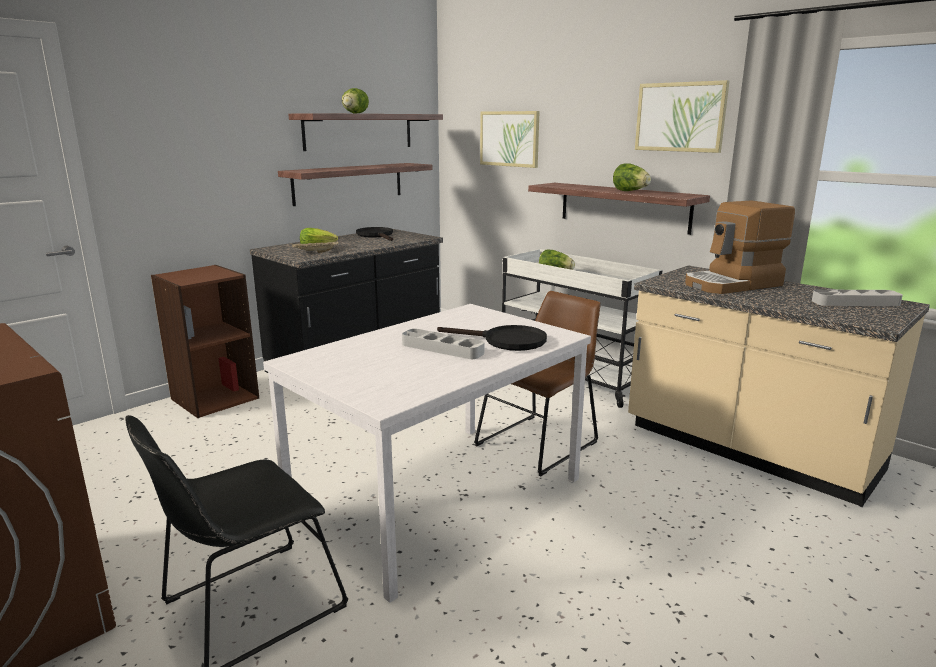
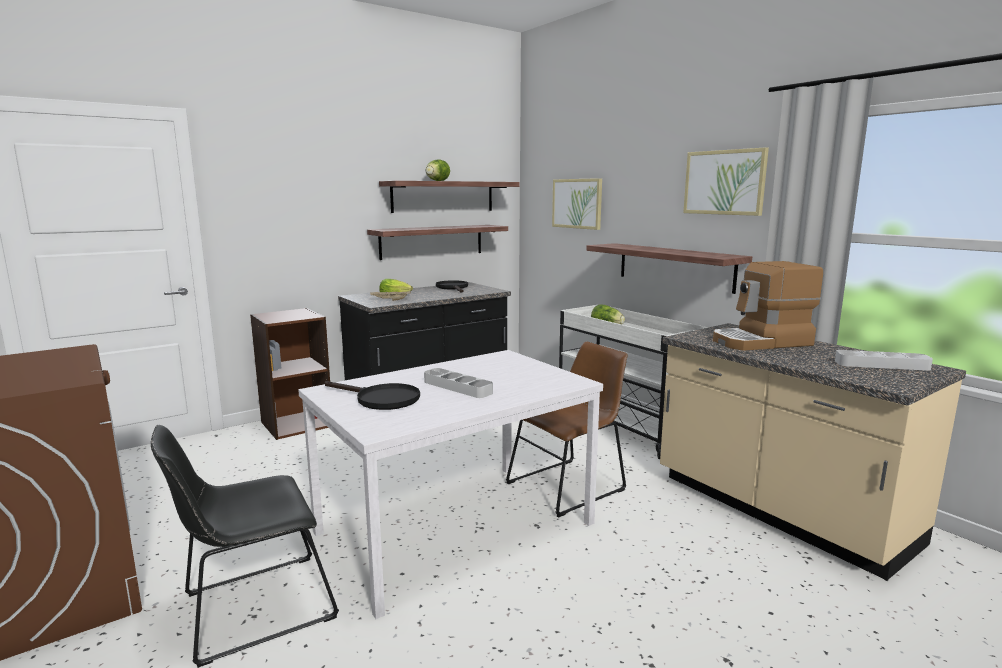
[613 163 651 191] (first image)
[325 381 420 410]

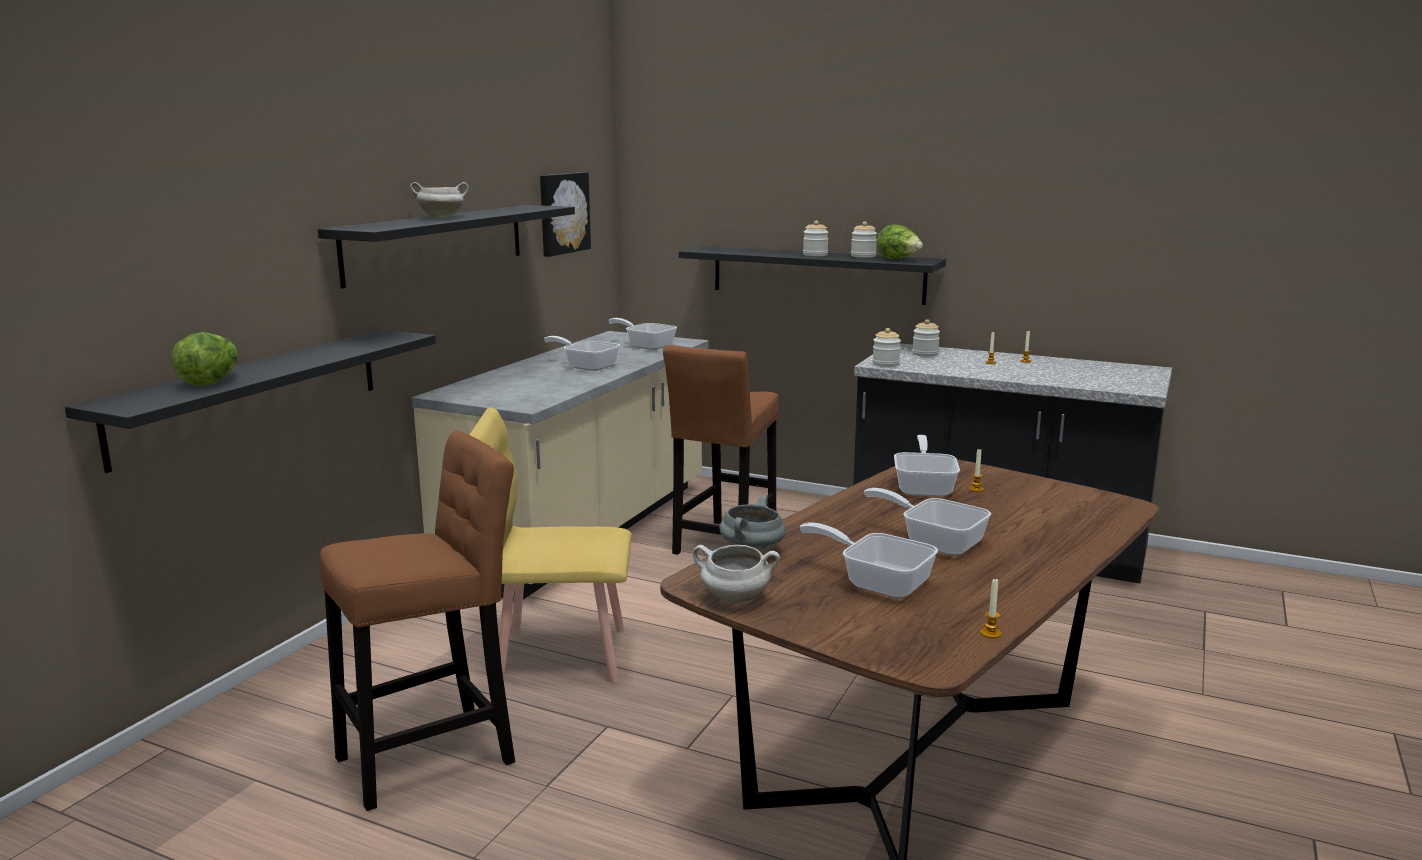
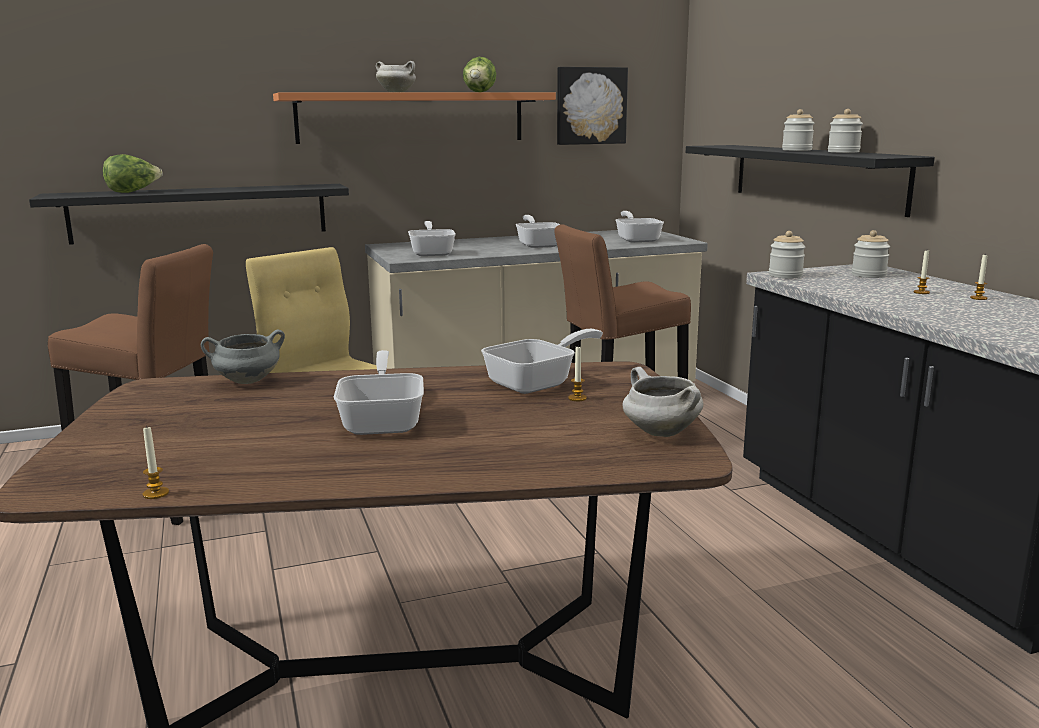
[273 92 556 144]
[463 57 496 92]
[408 221 456 256]
[622 367 703 437]

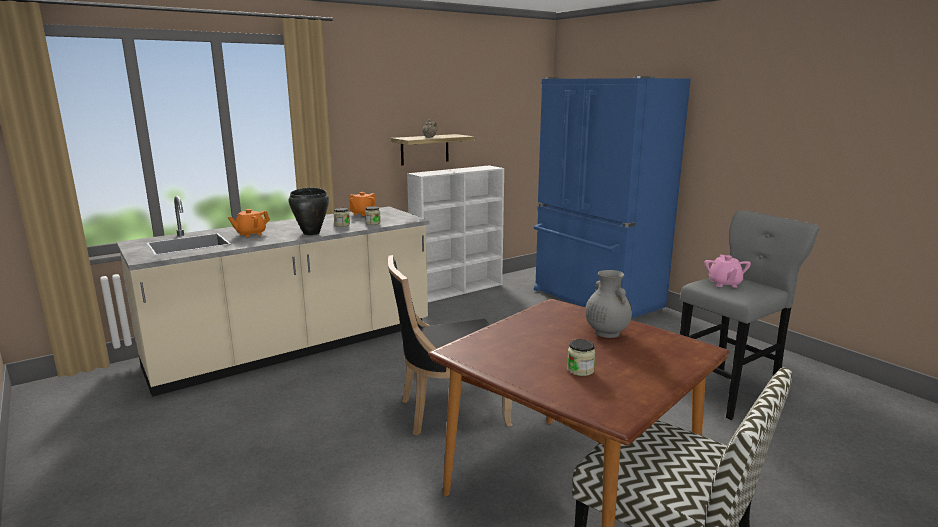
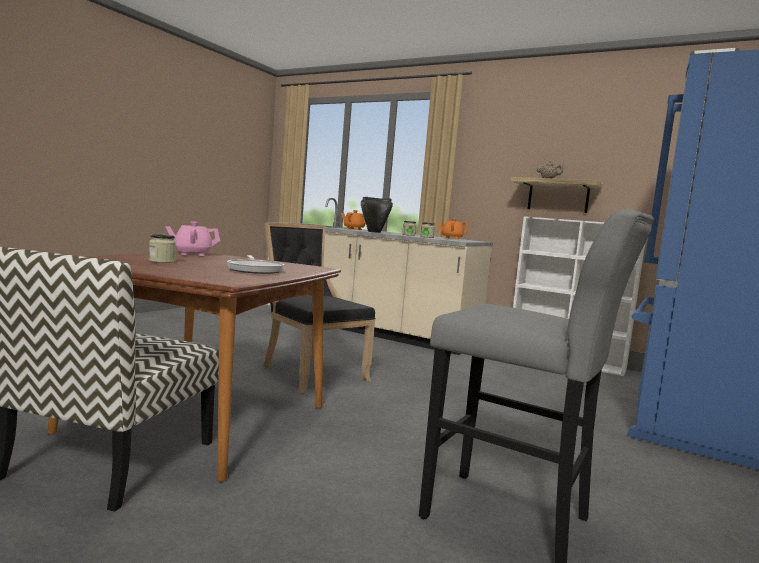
[166 221 220 256]
[227 255 284 274]

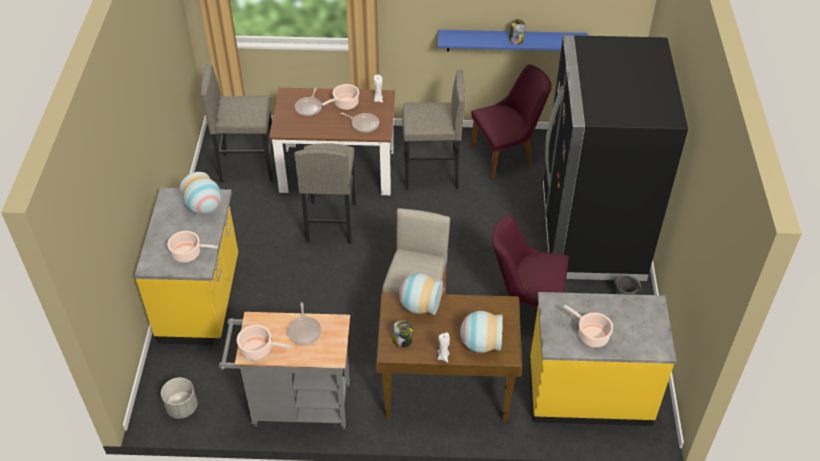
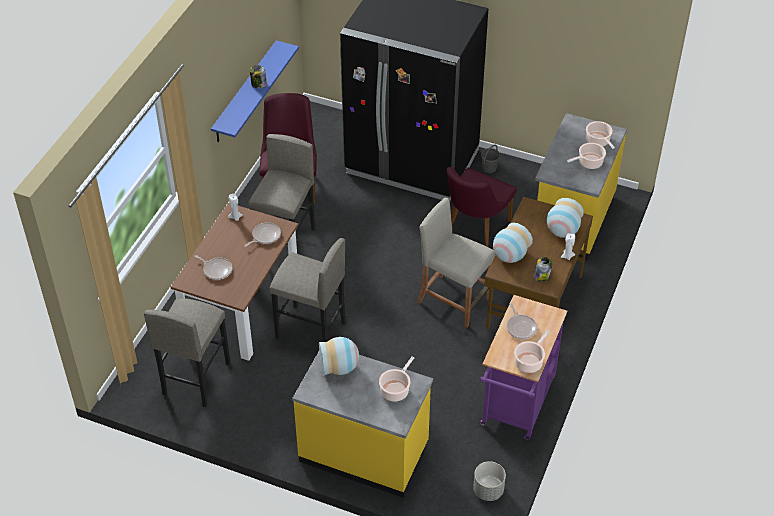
[586 121 615 149]
[506 303 537 339]
[480 295 567 440]

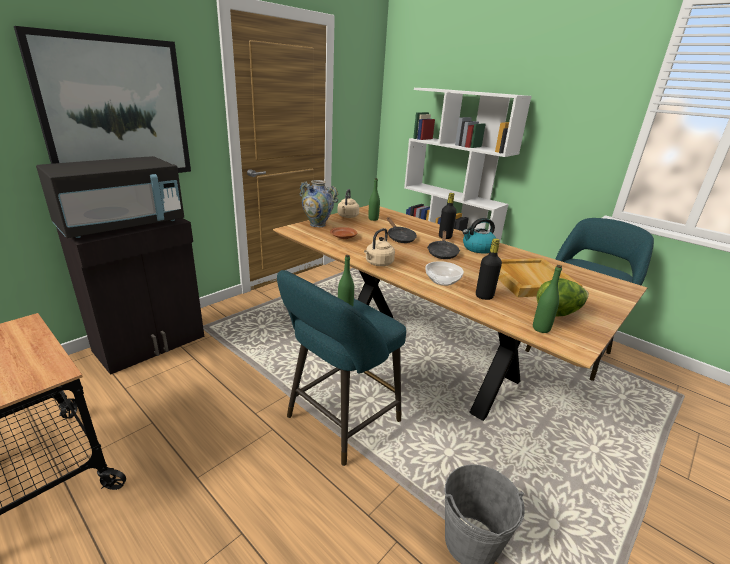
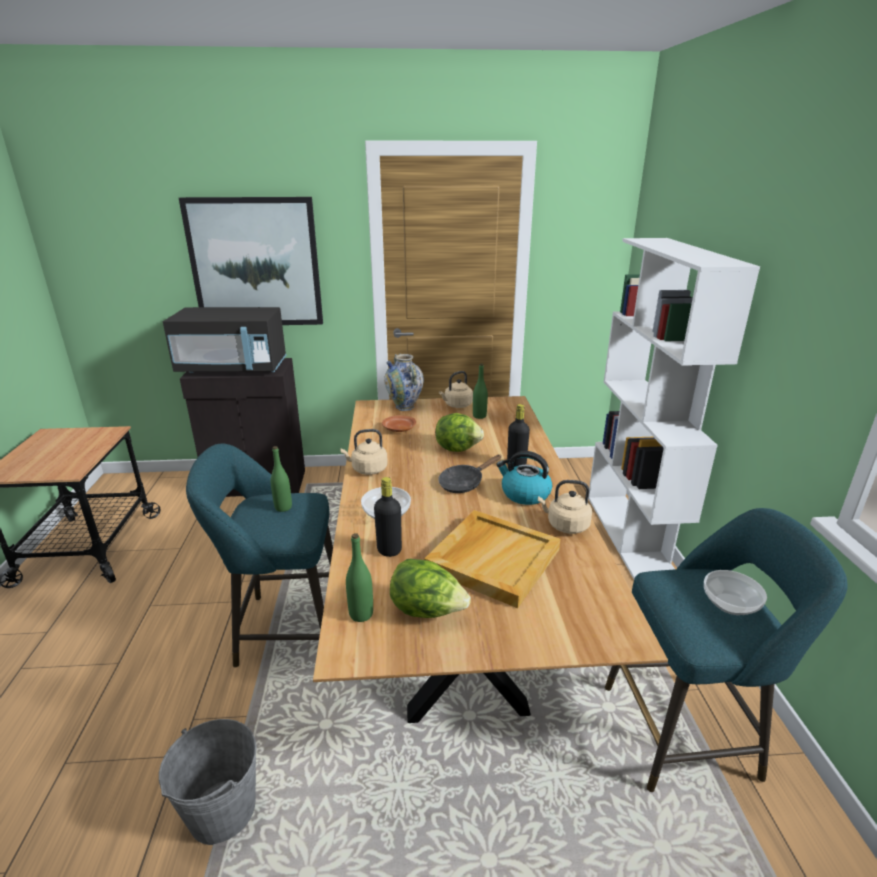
[435 413 484 452]
[538 480 592 534]
[704 570 767 615]

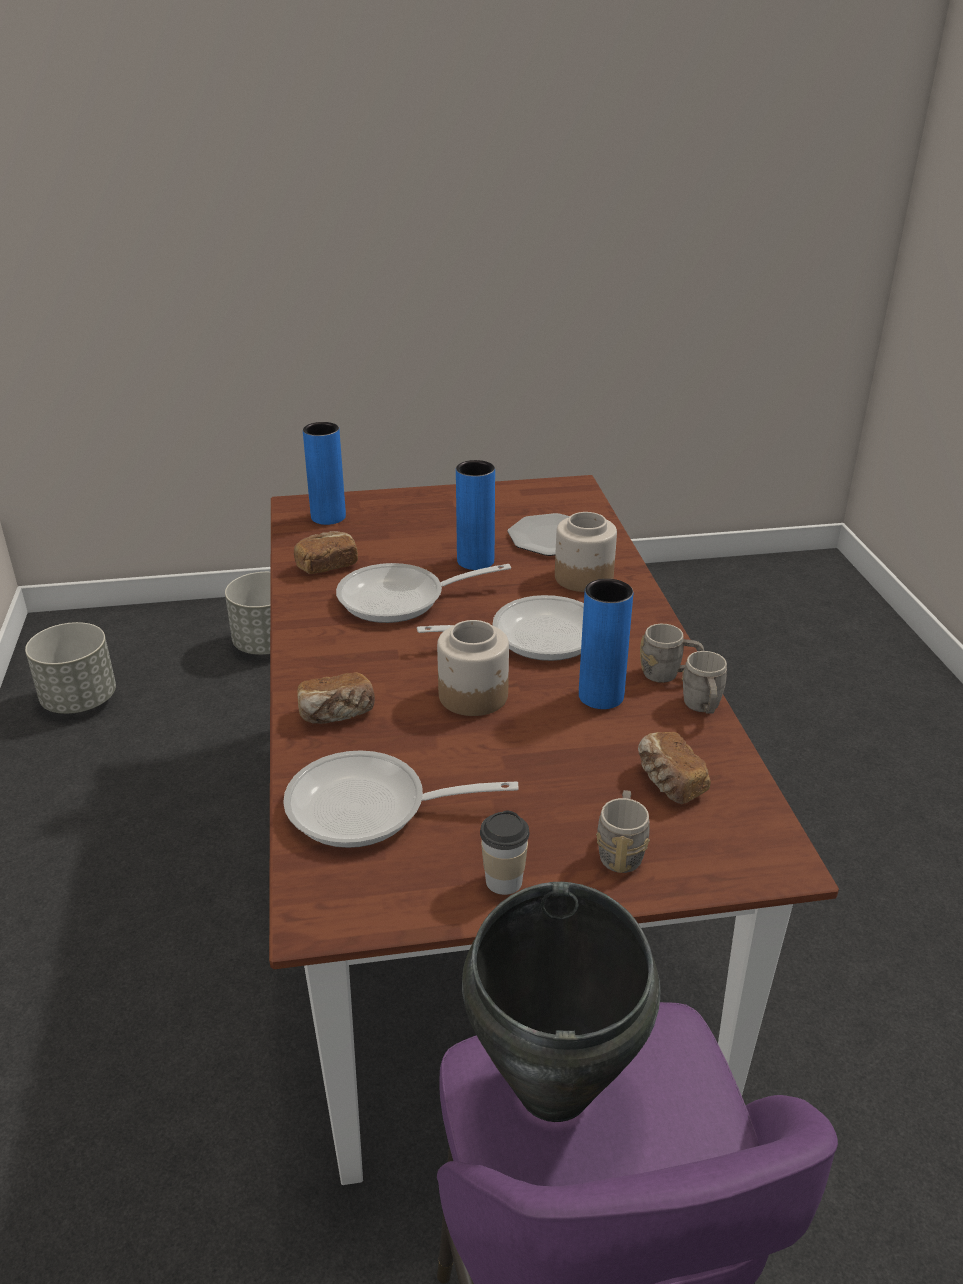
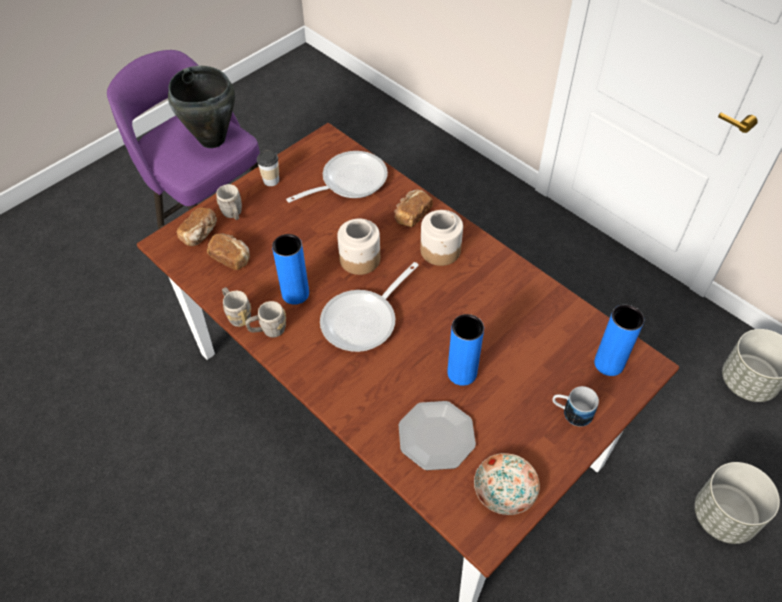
[420 210 463 266]
[177 208 217 246]
[336 563 511 623] (first image)
[552 386 599 427]
[474 453 540 515]

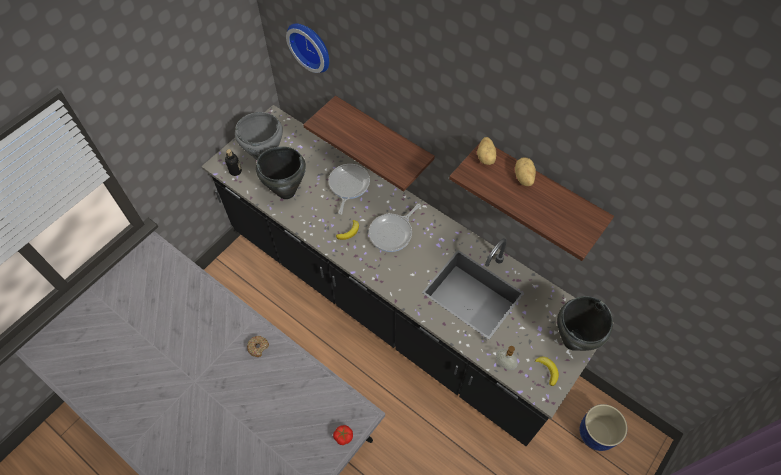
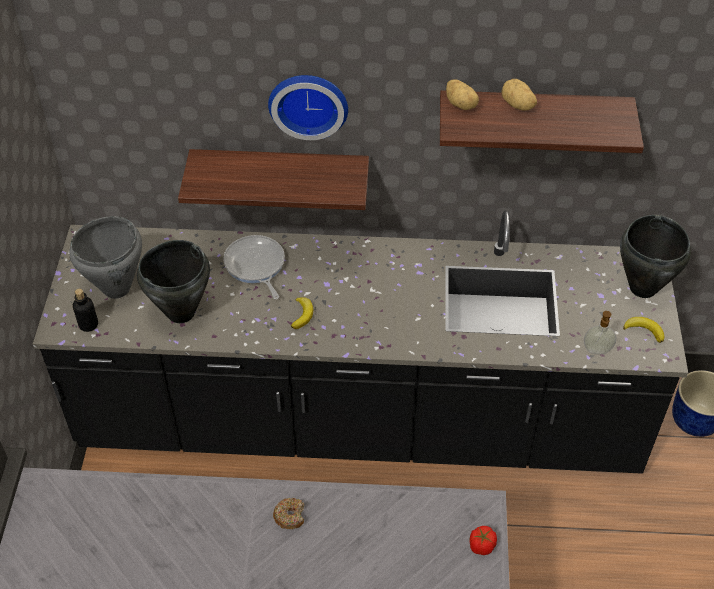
[268 75 348 140]
[369 204 421 252] (first image)

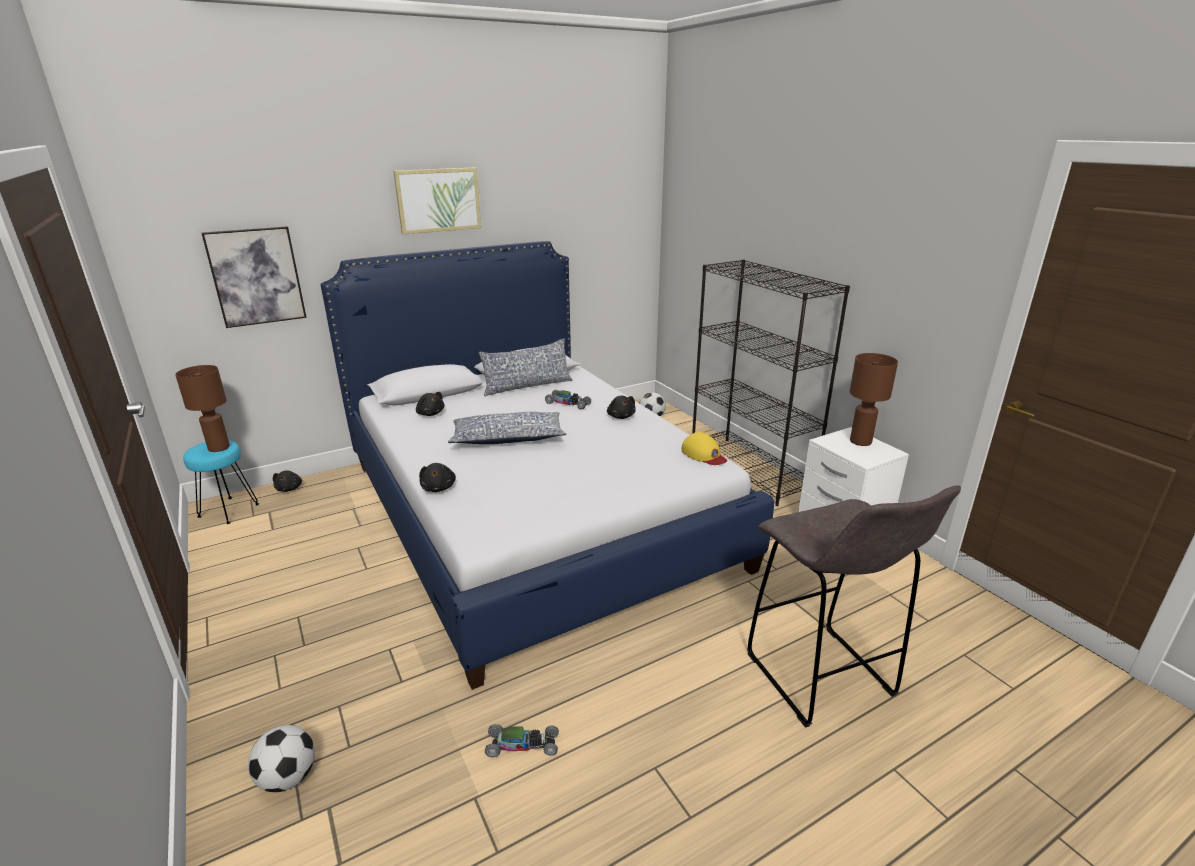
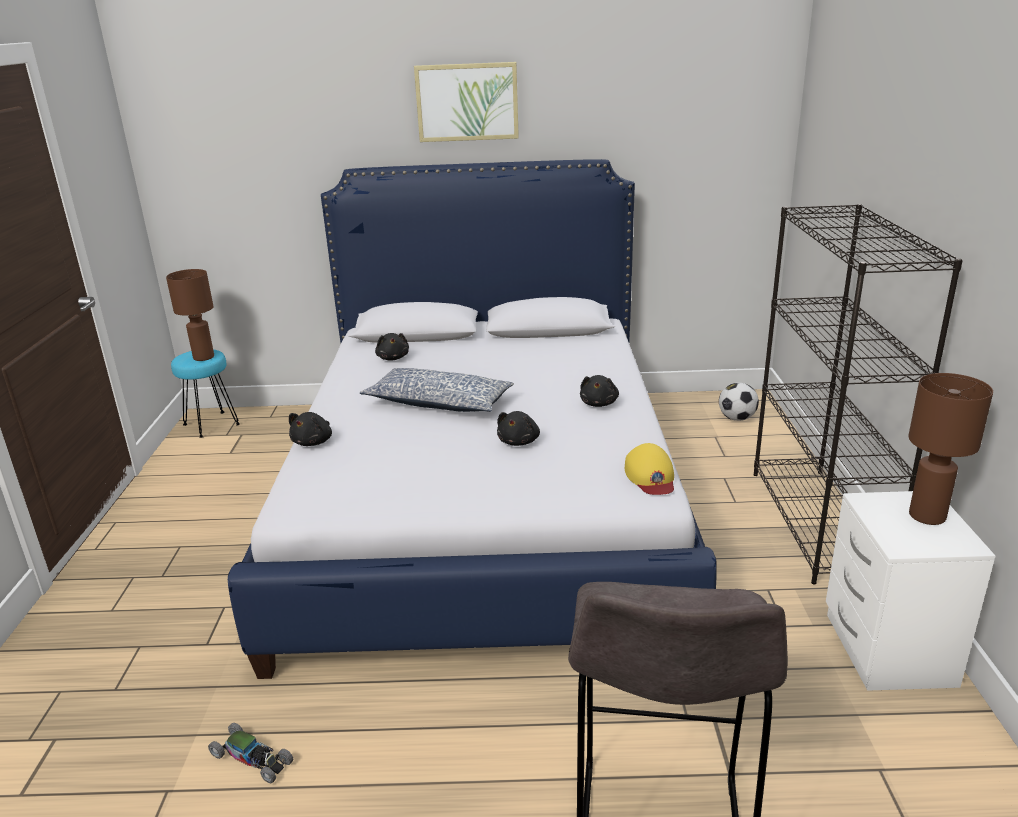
[202 226 307 328] (first image)
[479 338 572 396] (first image)
[545 390 591 410] (first image)
[497 411 540 446]
[248 725 315 792] (first image)

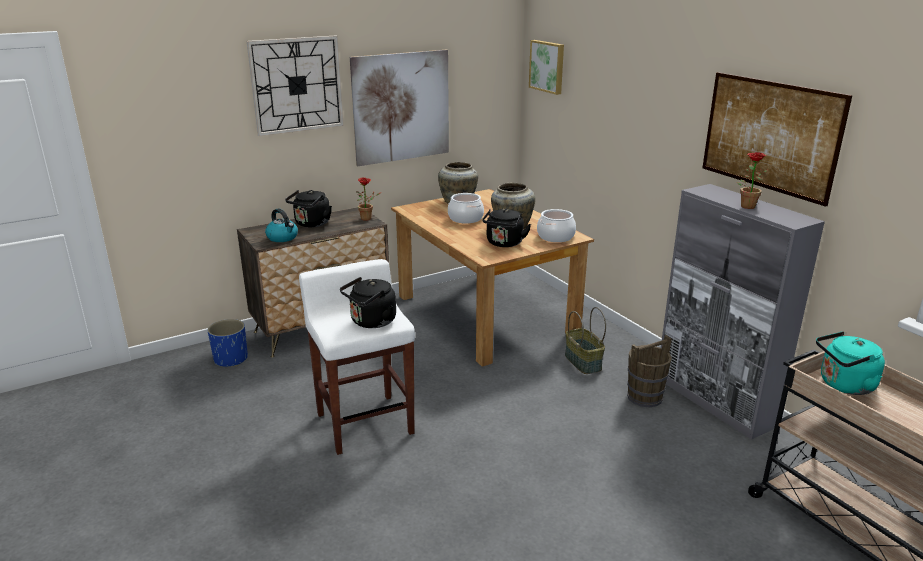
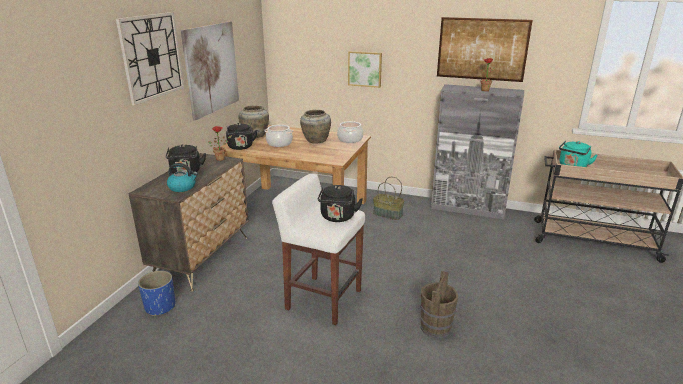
[348 51 382 88]
[226 123 257 150]
[421 271 458 338]

